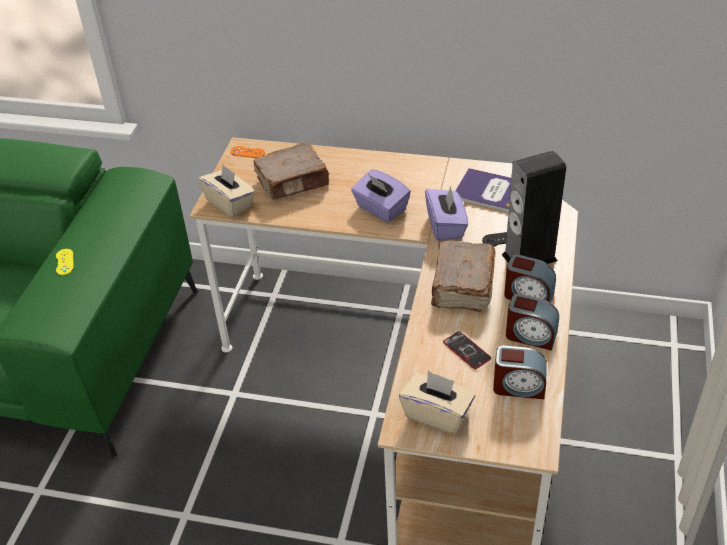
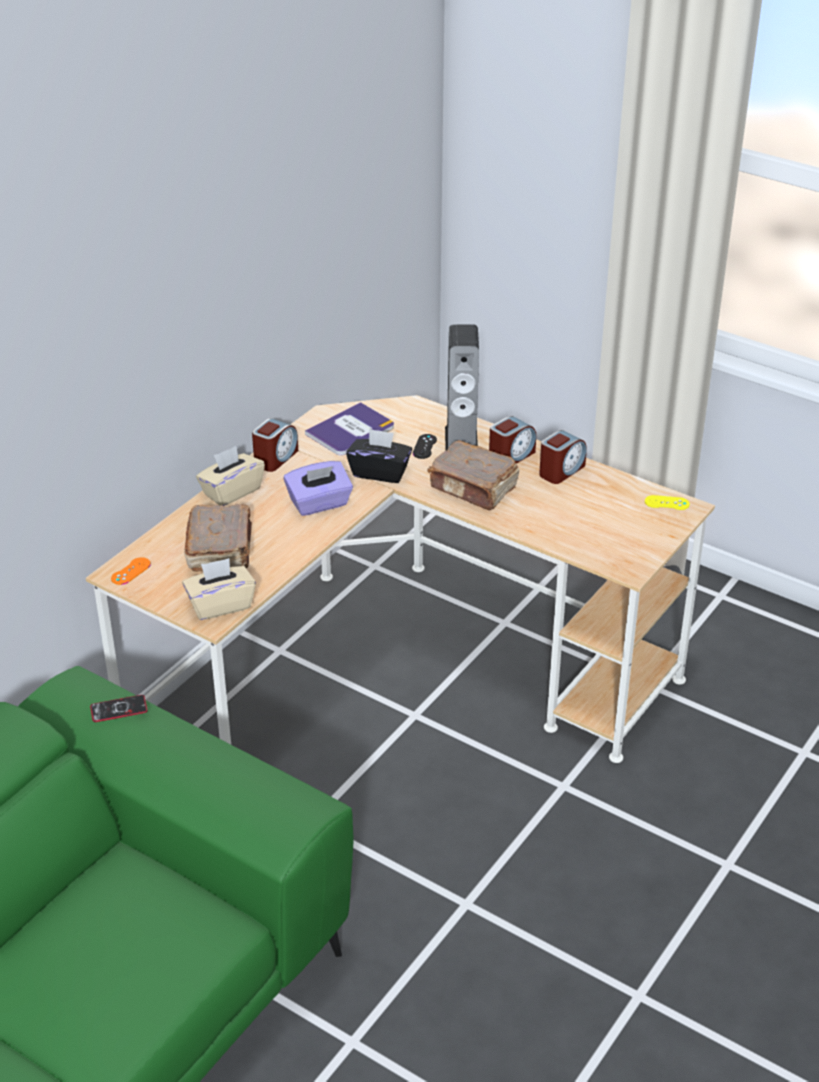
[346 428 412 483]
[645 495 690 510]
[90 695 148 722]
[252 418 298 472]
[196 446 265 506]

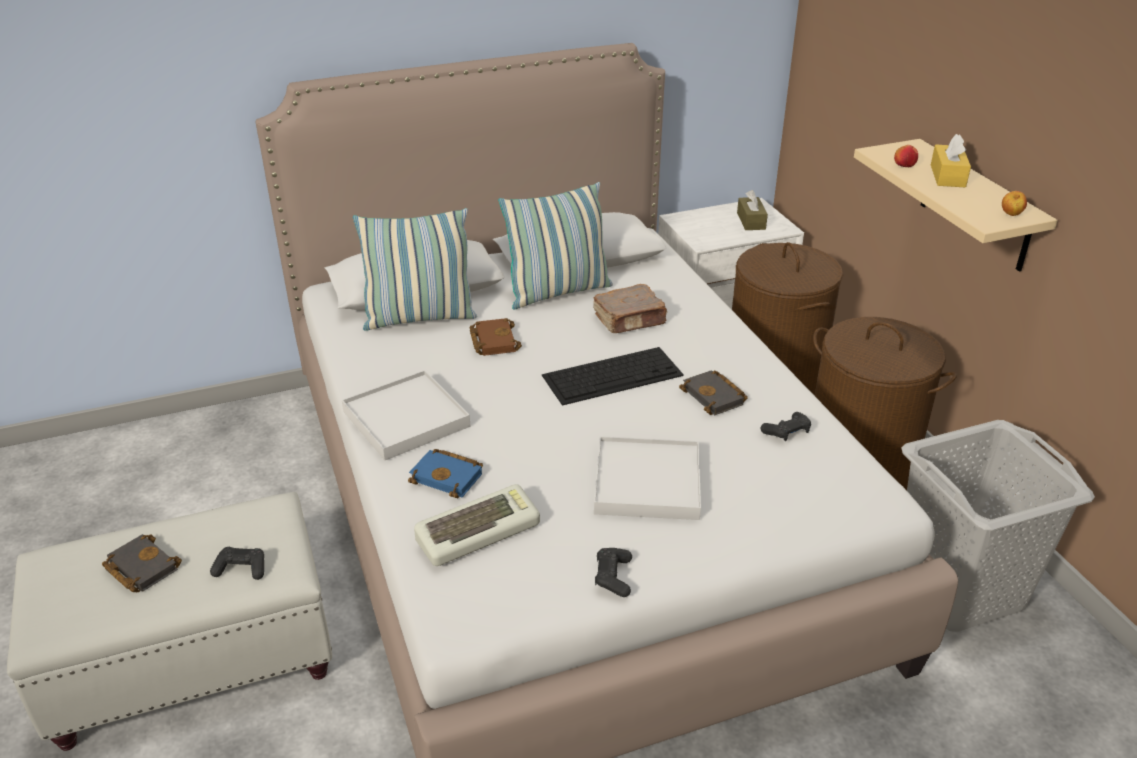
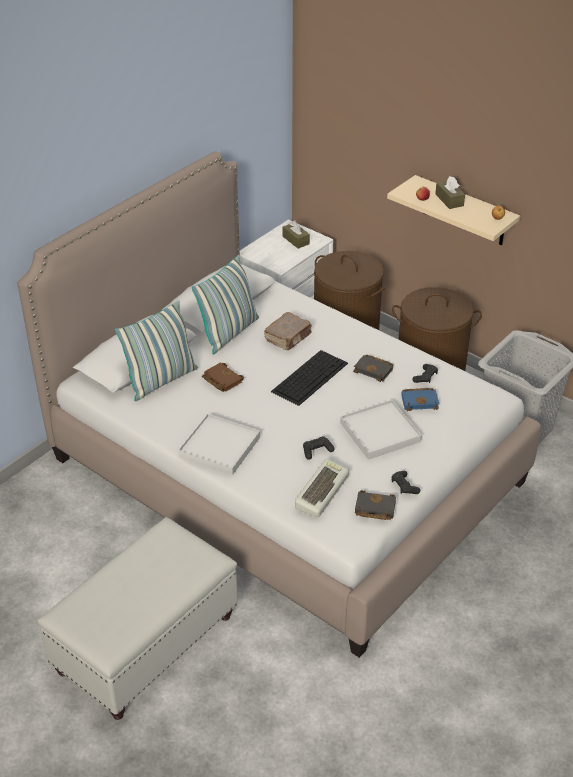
[435 176 465 209]
[401 388 439 411]
[355 490 396 520]
[303 436 335 460]

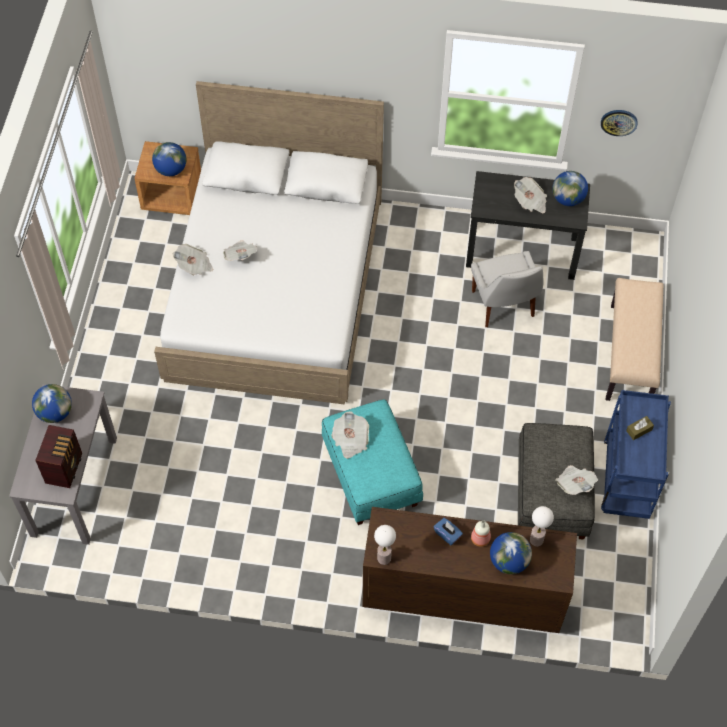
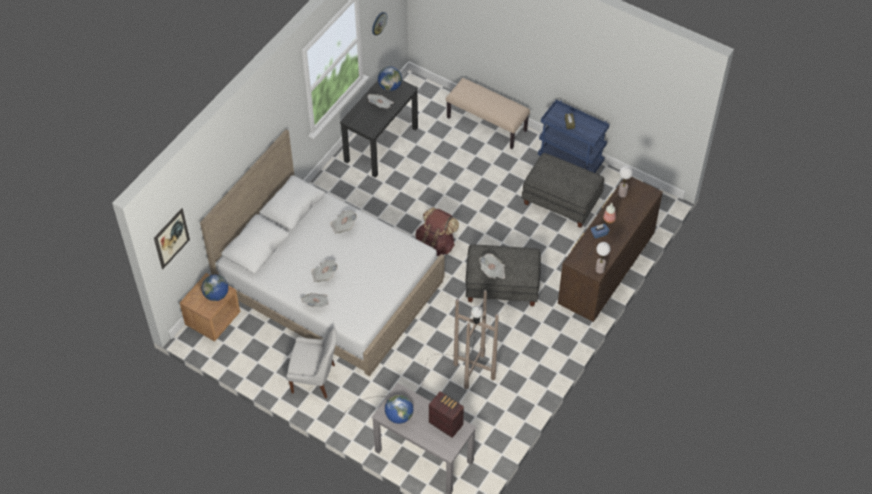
[287 328 337 398]
[465 244 541 306]
[330 210 357 234]
[490 532 532 574] (first image)
[415 207 459 256]
[154 208 190 269]
[335 290 499 427]

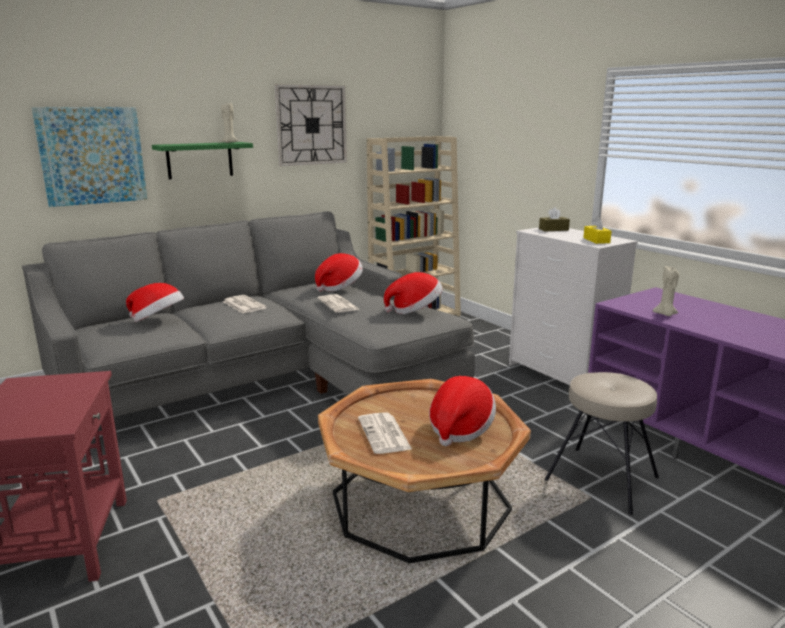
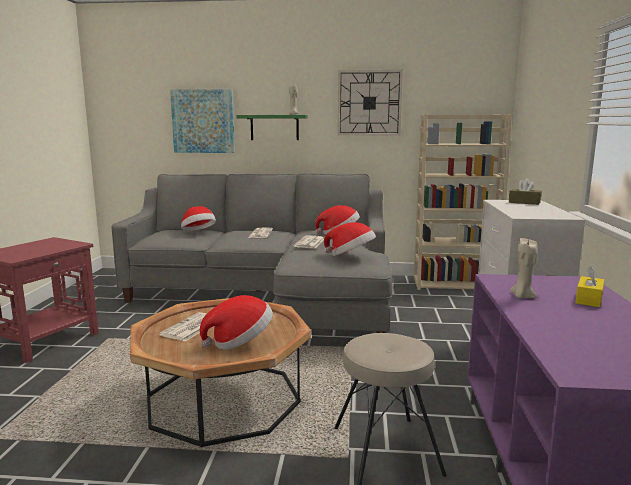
[575 266 604 307]

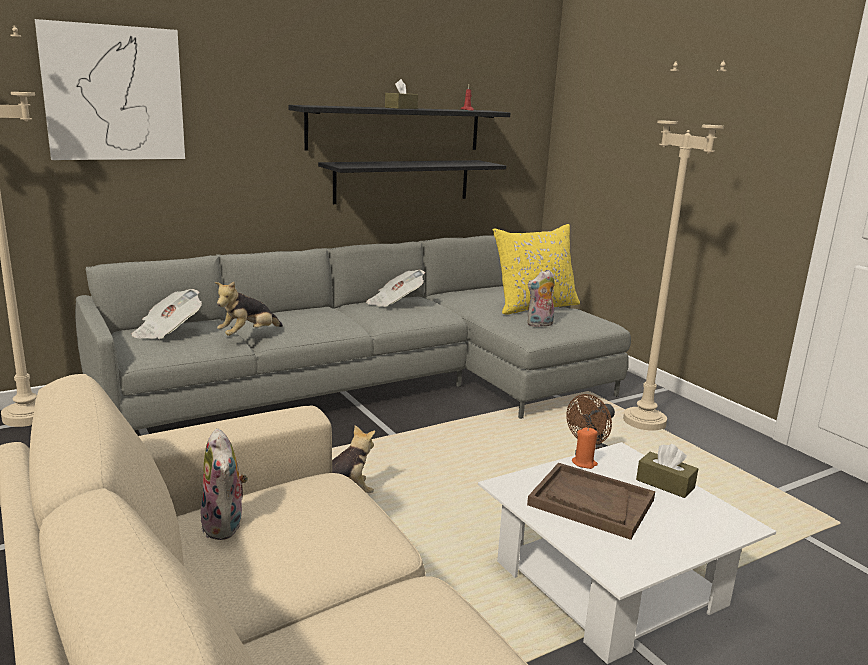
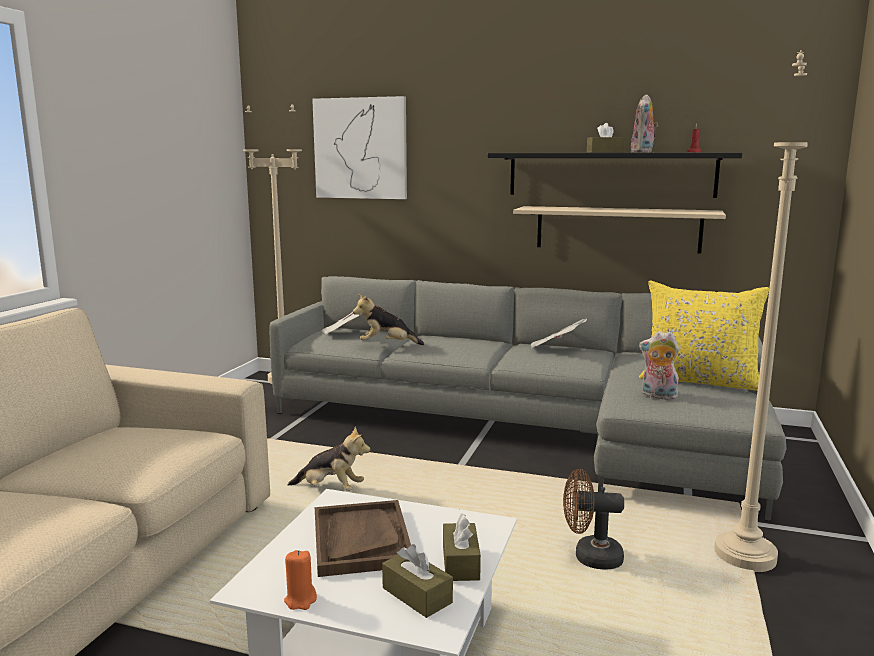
[513 206 726 254]
[284 550 317 610]
[631 94 658 152]
[382 544 453 618]

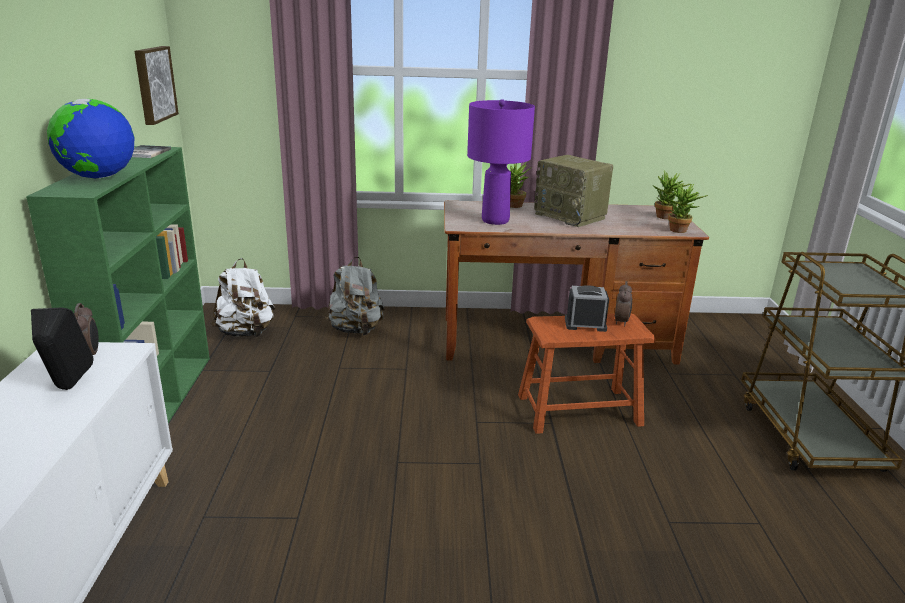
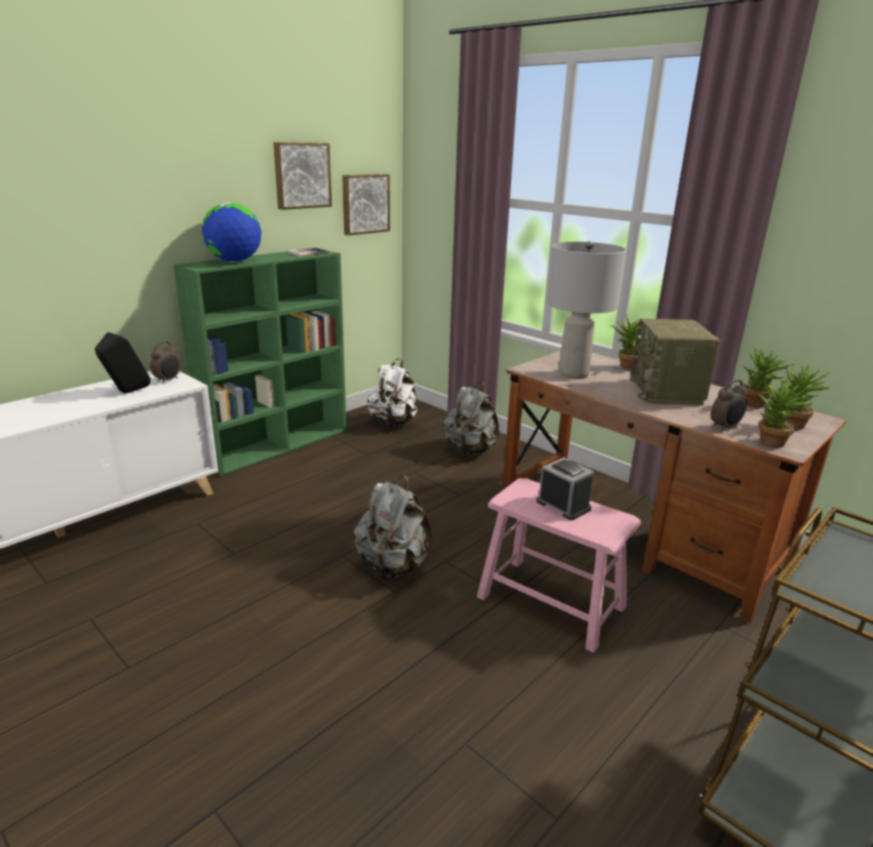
[546 241 627 379]
[711 380 748 431]
[477 478 641 652]
[273 142 332 210]
[743 346 795 408]
[354 476 432 580]

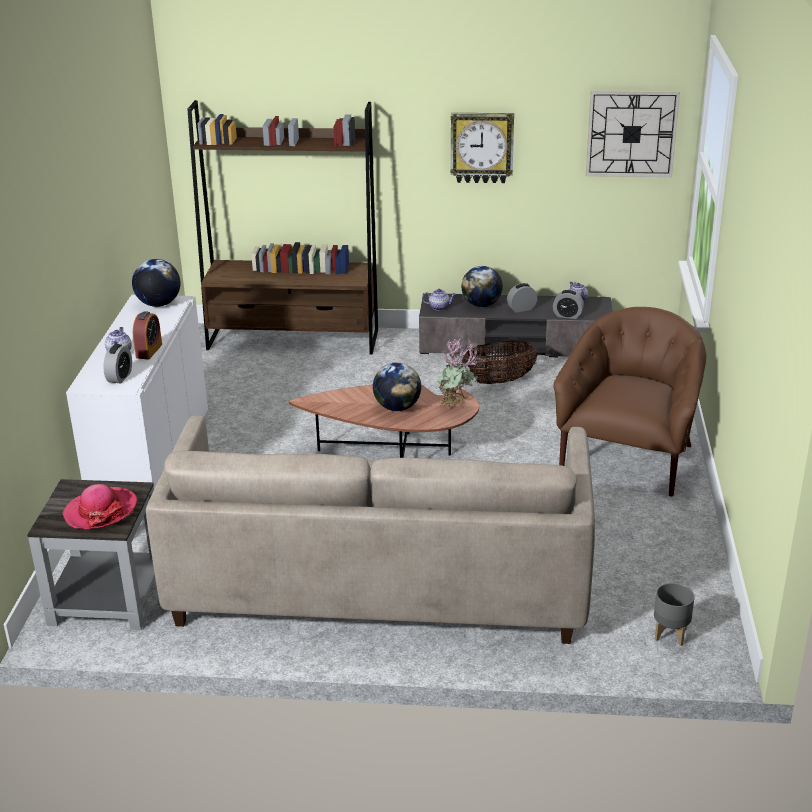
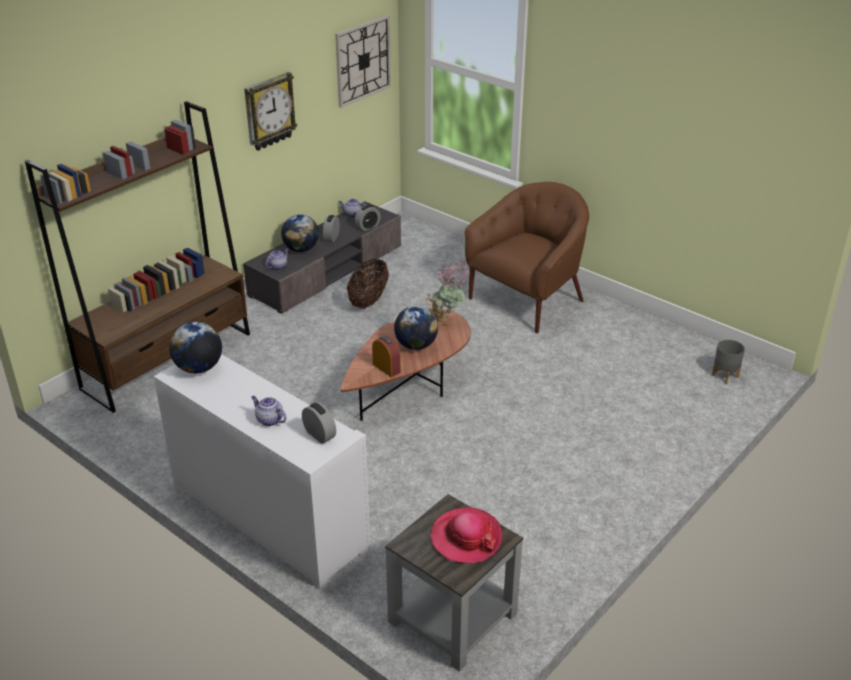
[465 182 589 333]
[372 335 401 377]
[146 415 595 644] (first image)

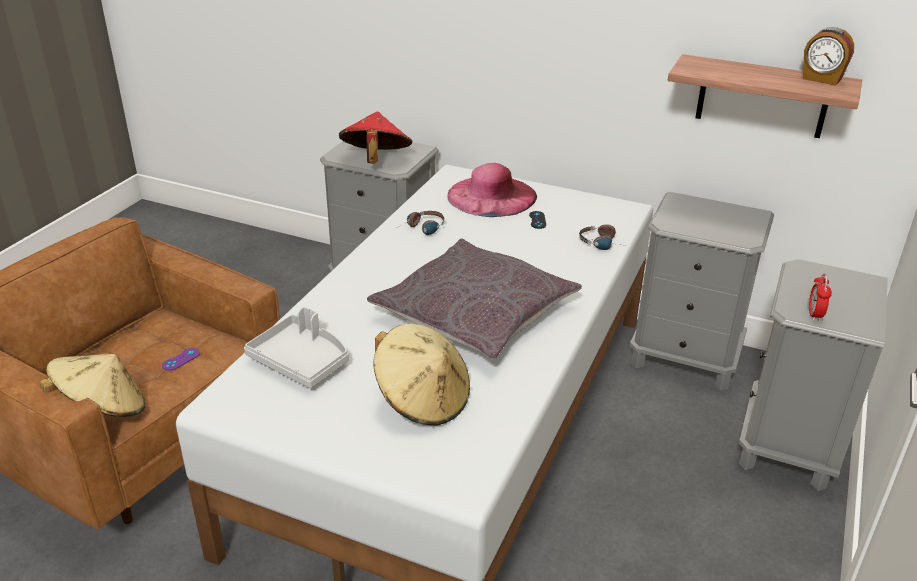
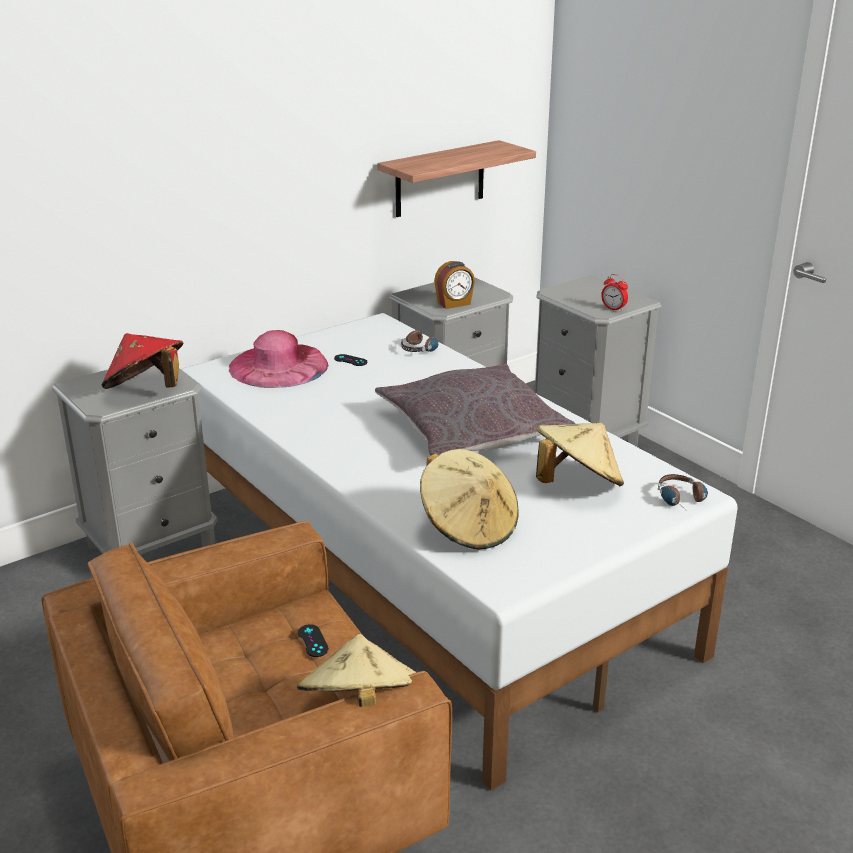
[434 261 475 309]
[658 474 708 506]
[420 449 519 550]
[298 624 329 657]

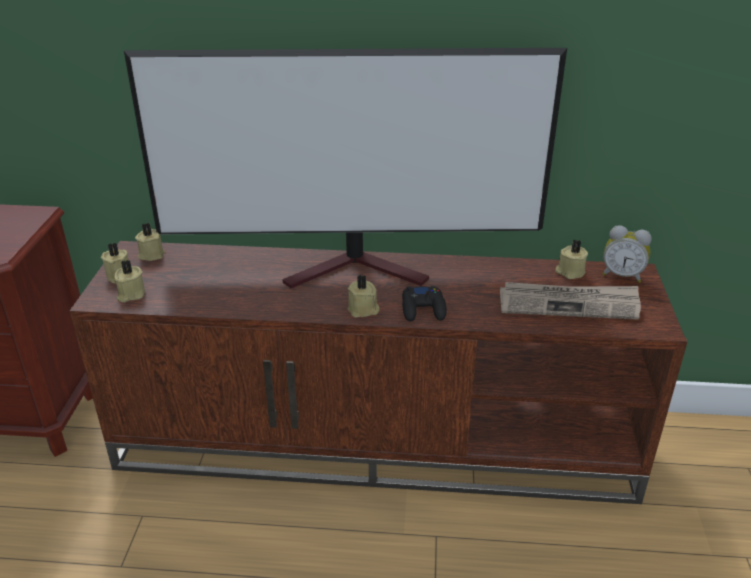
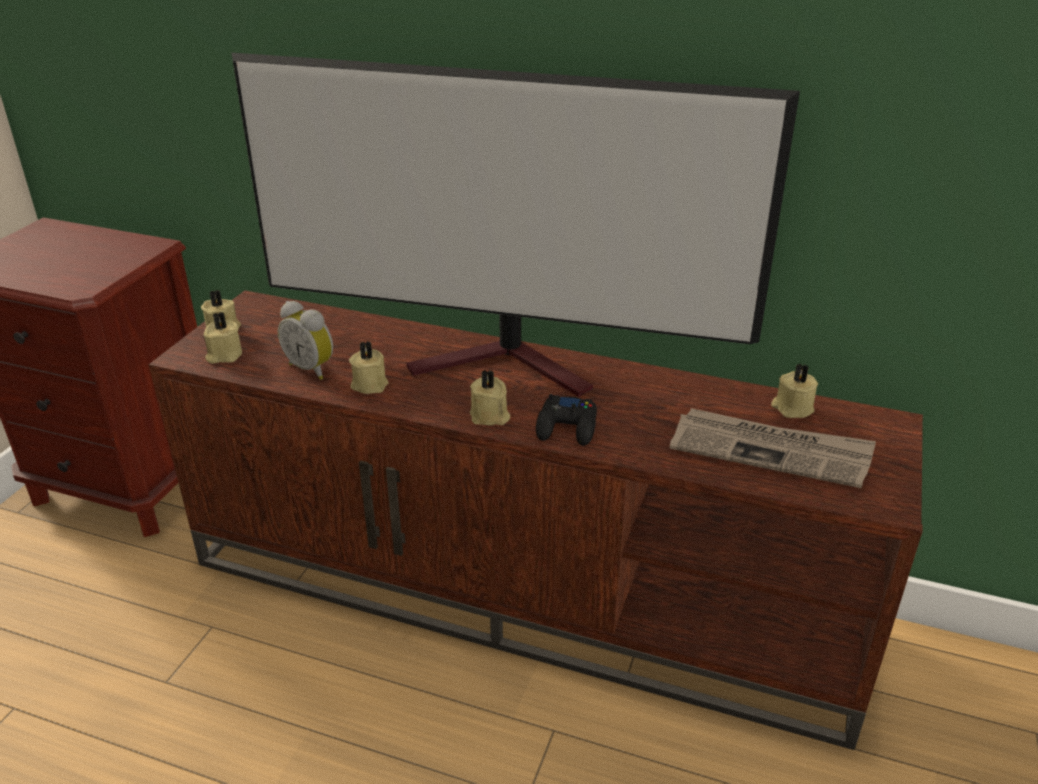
[349 341 388 394]
[278 301 333 380]

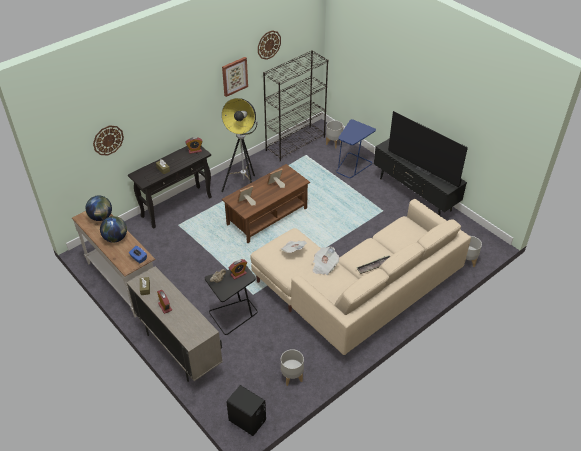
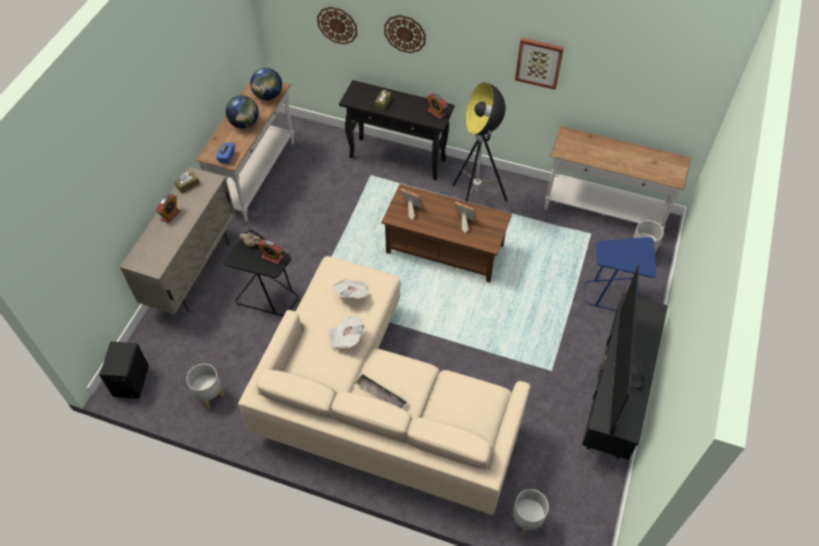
[384 15 426 53]
[544 126 691 231]

